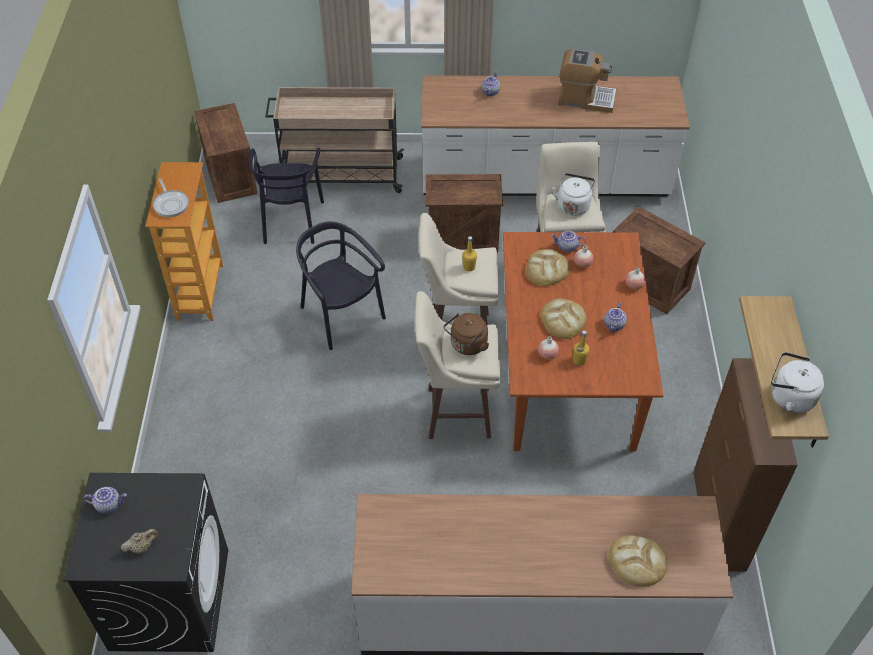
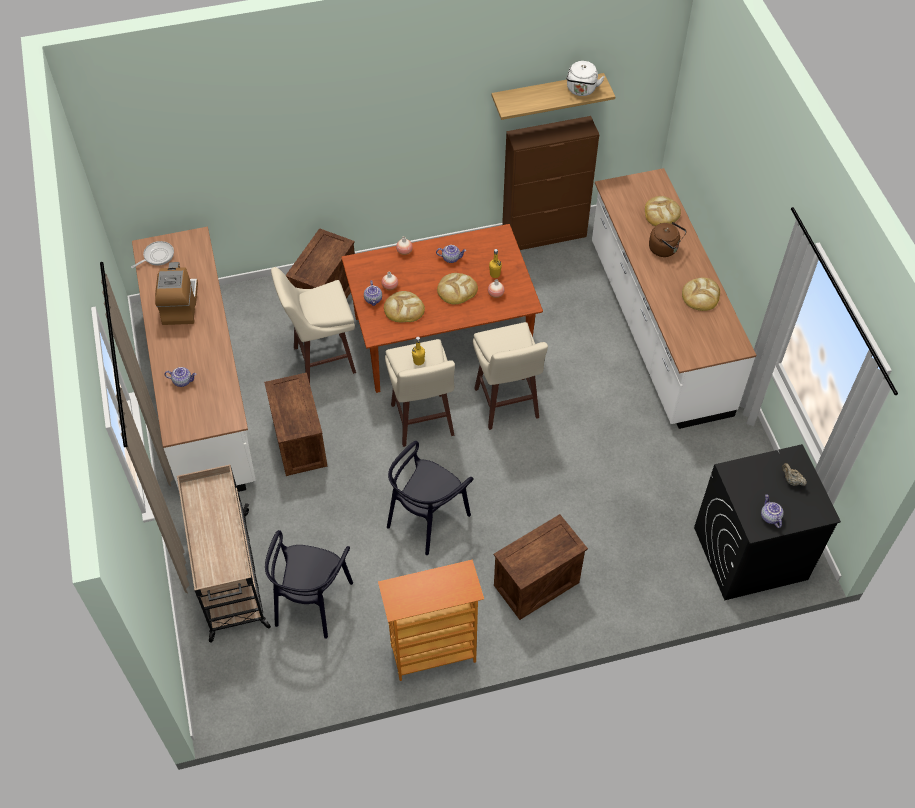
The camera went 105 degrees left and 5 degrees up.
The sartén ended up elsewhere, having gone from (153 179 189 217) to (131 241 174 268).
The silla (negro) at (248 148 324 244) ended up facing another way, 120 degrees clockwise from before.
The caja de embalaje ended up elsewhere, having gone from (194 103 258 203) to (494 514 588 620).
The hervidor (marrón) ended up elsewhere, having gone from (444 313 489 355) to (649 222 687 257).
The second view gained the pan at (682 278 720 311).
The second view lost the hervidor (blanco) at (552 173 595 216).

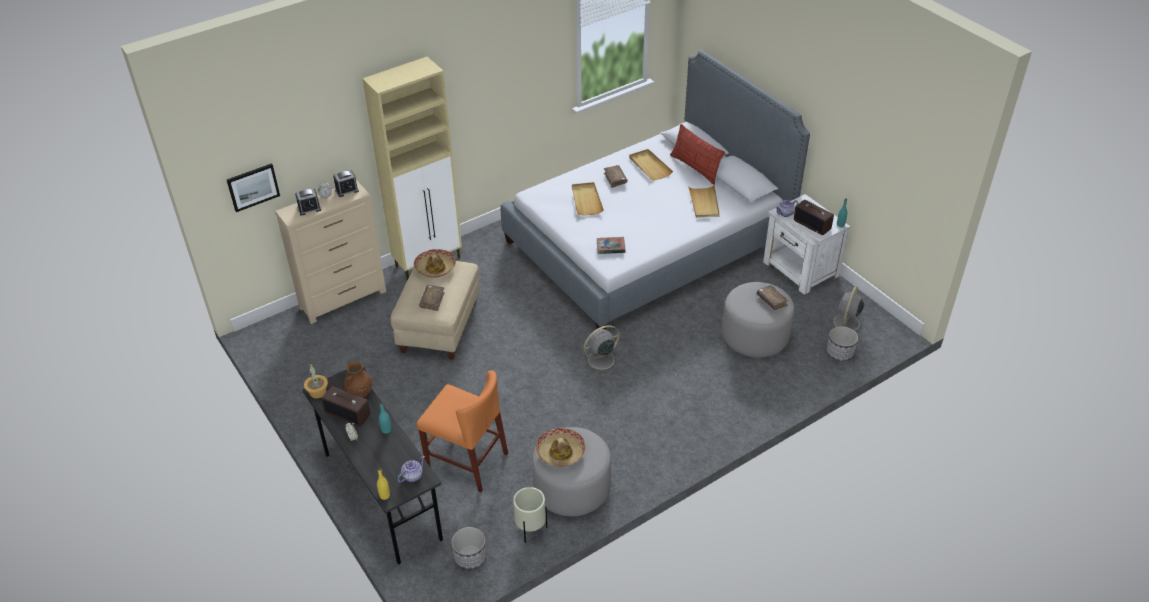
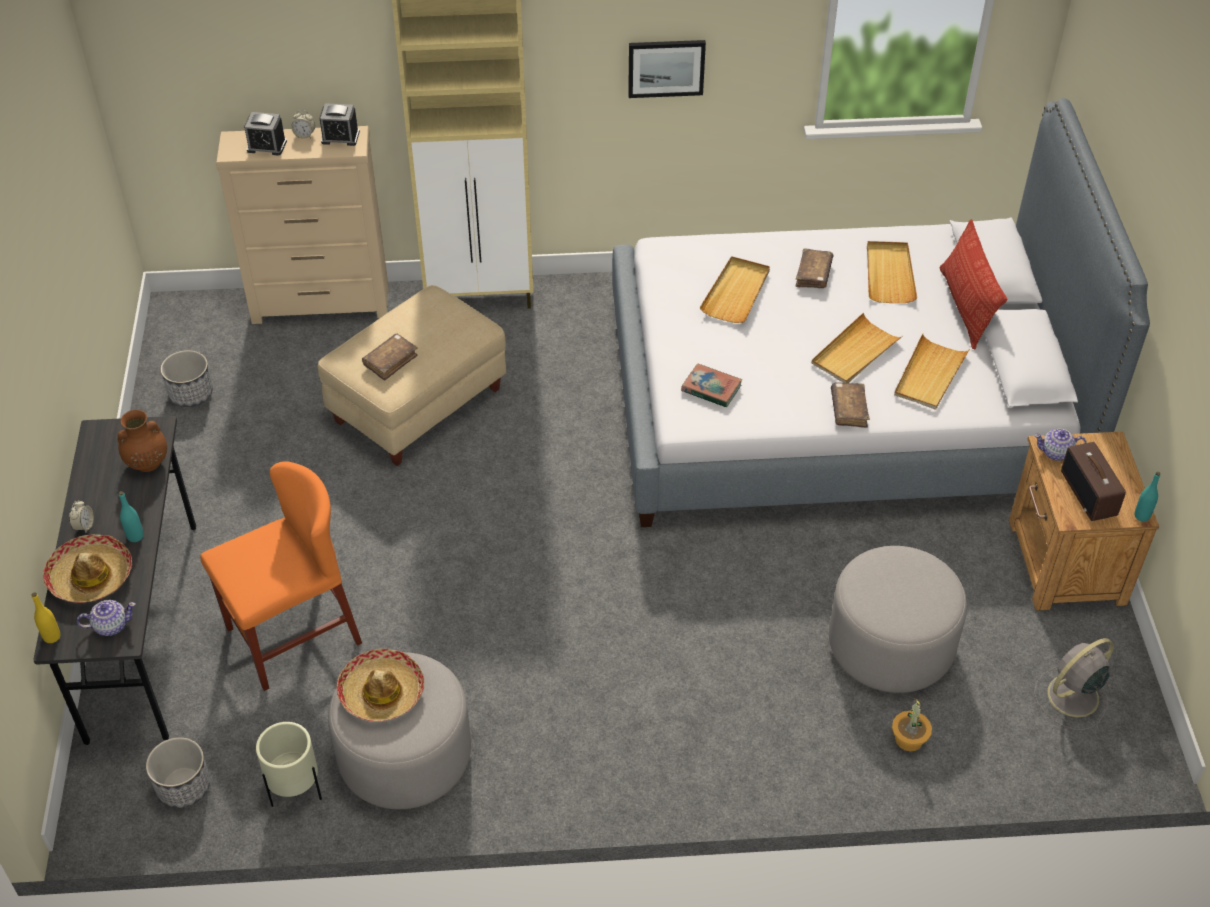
The camera went 30 degrees right and 5 degrees up.
The sombrero ended up elsewhere, having gone from (414 249 456 278) to (43 534 132 603).
The maceta ended up elsewhere, having gone from (827 326 858 361) to (160 350 213 407).
The silla (naranja) at (416 370 508 492) ended up facing another way, 90 degrees counterclockwise from before.
The cuadro ended up elsewhere, having gone from (227 163 280 212) to (628 40 706 98).
The second view gained the bandeja (beis) at (812 313 902 383).
The libro (marrón) ended up elsewhere, having gone from (757 285 789 310) to (831 383 870 428).
The planta en maceta ended up elsewhere, having gone from (304 364 328 398) to (892 699 932 751).
What was the mesita de noche (blanco) at (763 194 850 295) turned into the mesita de noche (marrón) at (1009 431 1159 611).
The second view lost the radio at (321 386 371 427).
The second view lost the ventilador (gris) at (581 325 623 376).

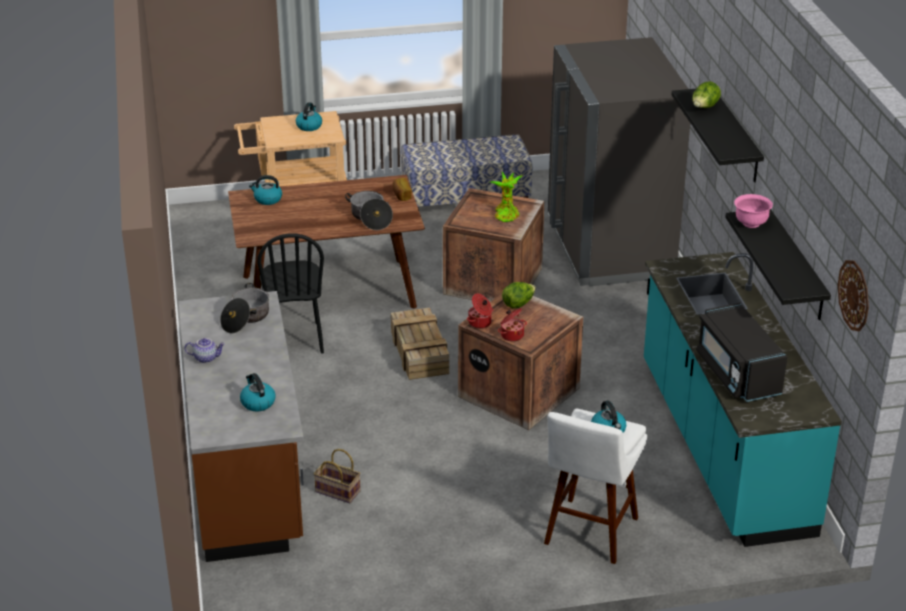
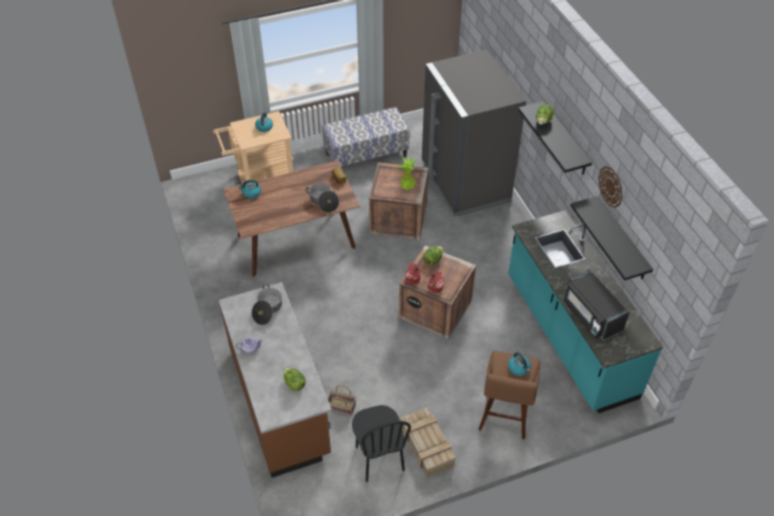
The camera went 10 degrees left and 15 degrees up.
Where the hervidor stood at (240 373 275 412), the lechuga came to stand at (284 368 306 391).
The silla (negro) ended up elsewhere, having gone from (257 233 324 354) to (352 405 411 482).
The caja de embalaje ended up elsewhere, having gone from (391 307 449 380) to (401 407 455 477).
What was the taburete (blanco) at (544 409 647 564) turned into the taburete (marrón) at (479 351 541 439).
The reloj de pared ended up elsewhere, having gone from (838 260 869 331) to (598 166 623 208).
The second view lost the cuenco (rosa) at (734 194 773 228).

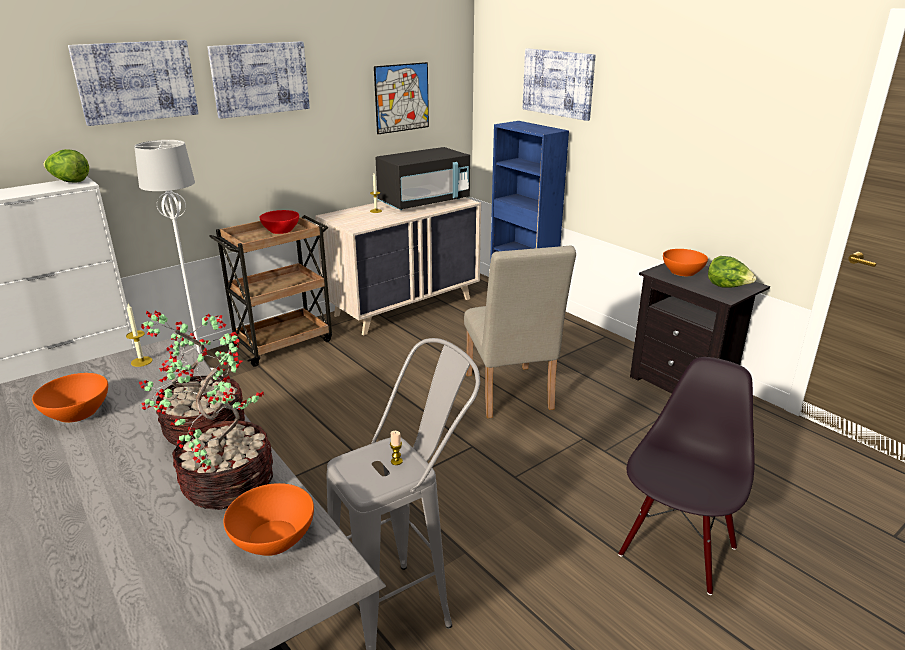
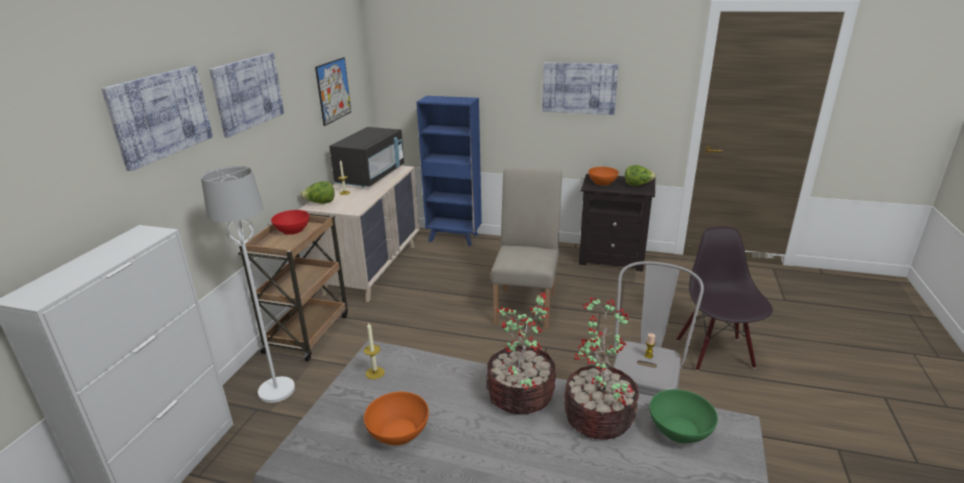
The camera went 35 degrees left and 0 degrees up.
The lechuga ended up elsewhere, having gone from (43 149 89 182) to (300 181 335 204).
The silla (beis) at (464 246 576 418) ended up facing another way, 120 degrees counterclockwise from before.
The cuadro ended up elsewhere, having gone from (523 48 596 121) to (542 62 619 115).
What was the cuenco (naranja) at (223 483 314 556) turned into the cuenco (verde) at (649 389 718 444).

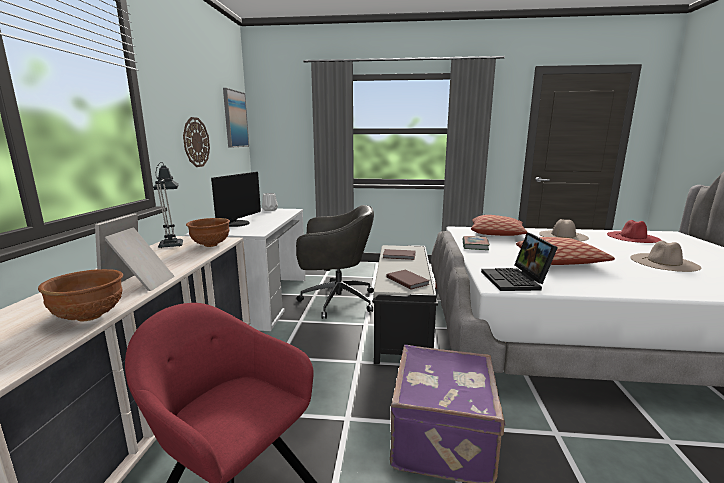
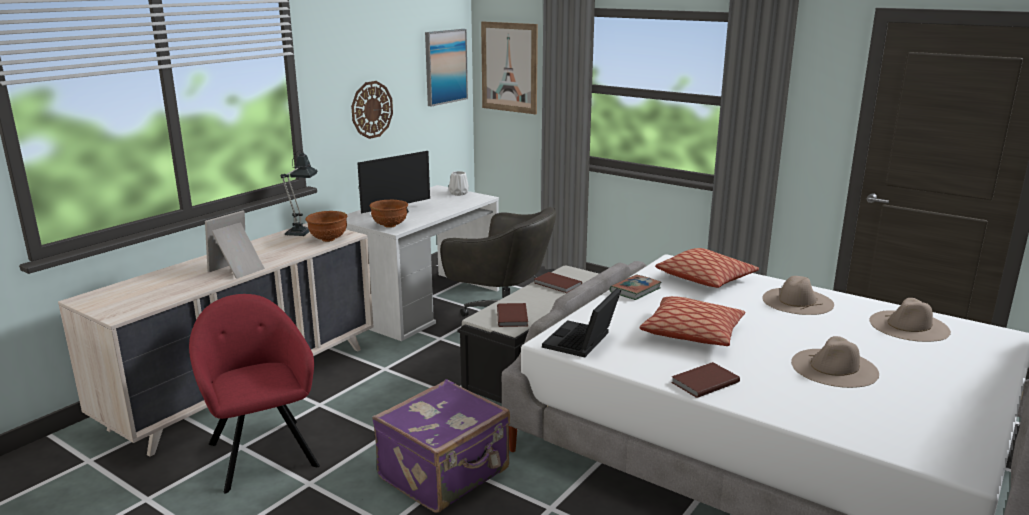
The camera went 30 degrees right and 5 degrees up.
The cuenco (marrón) ended up elsewhere, having gone from (38 269 123 322) to (370 200 408 228).
The second view gained the cuadro at (481 21 538 114).
The second view gained the libro (marrón) at (671 362 740 398).
What was the sombrero (rojo) at (607 220 661 243) turned into the sombrero (beis) at (870 298 951 342).

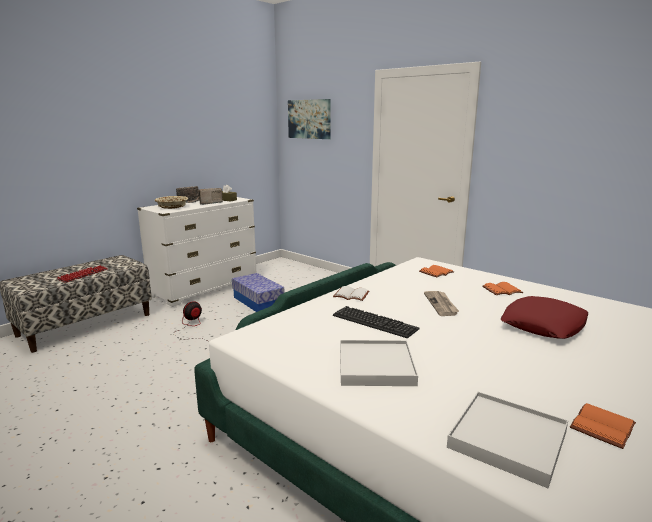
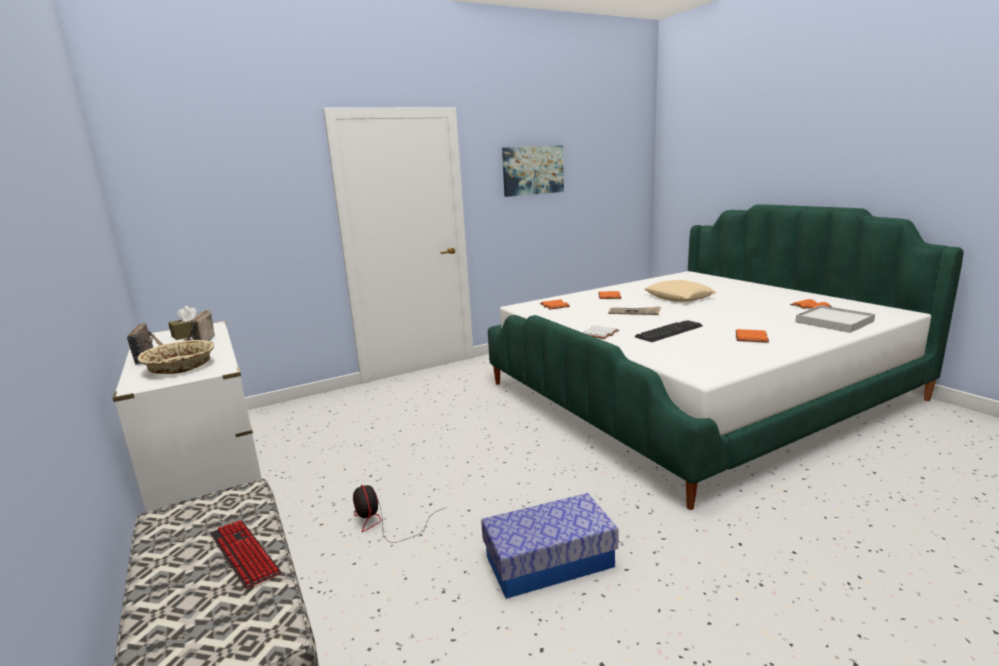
The camera went 70 degrees left and 0 degrees up.
The caja de almacenaje ended up elsewhere, having gone from (232 273 284 312) to (481 493 619 599).
The cuadro ended up elsewhere, having gone from (288 99 331 139) to (502 145 564 197).
What was the cojín (rojo) at (501 296 588 339) turned into the cojín (beis) at (645 280 716 302).
Where the bandeja (blanco) stood at (340 340 418 386), the libro (naranja) came to stand at (735 329 769 343).

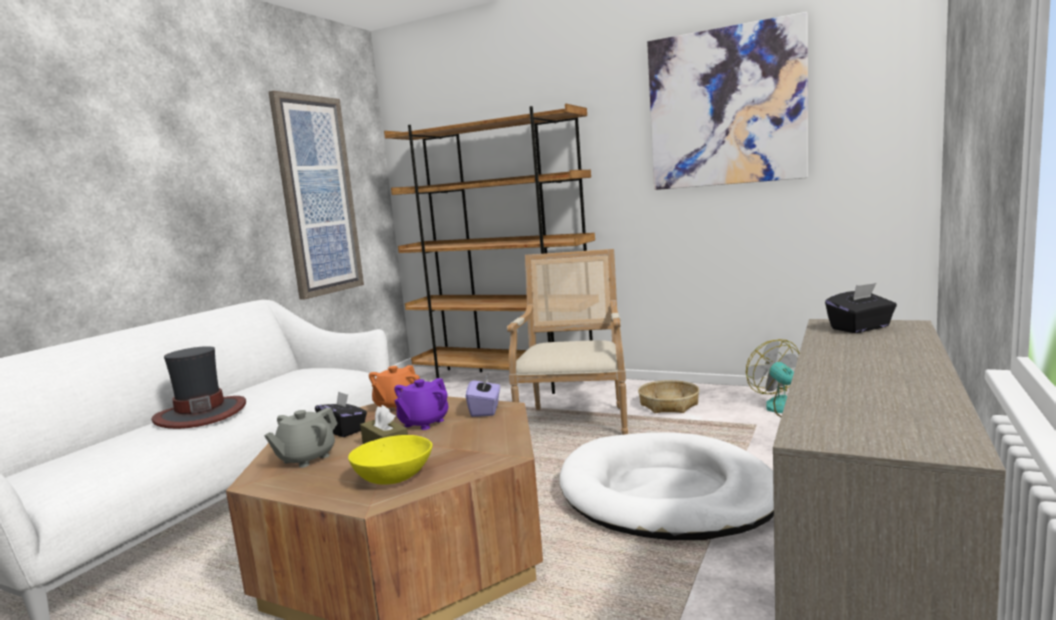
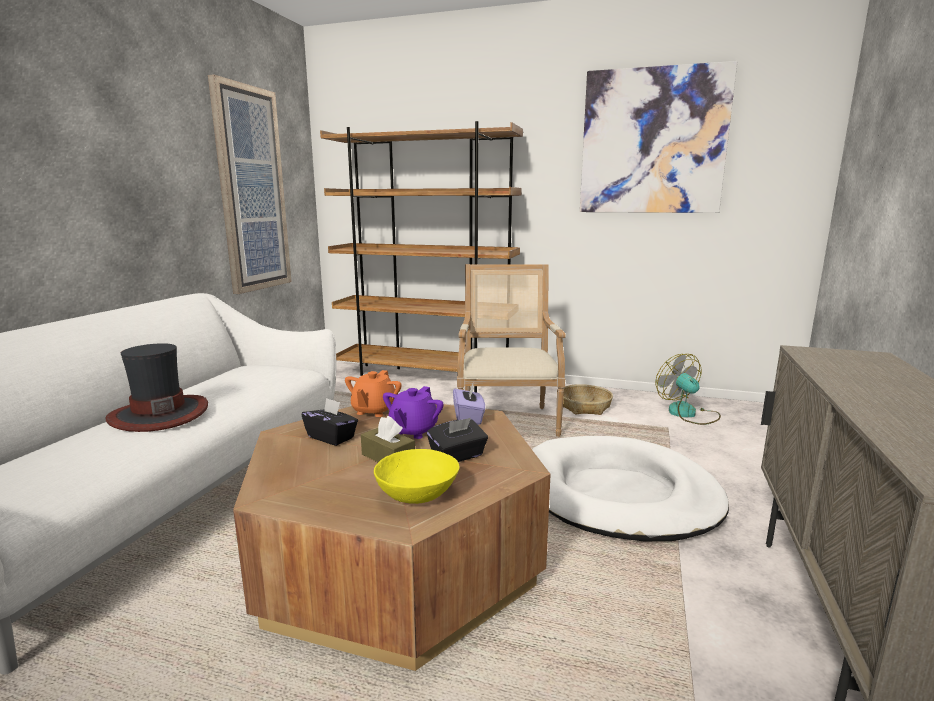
The camera went 10 degrees left and 5 degrees up.
The caja de pañuelos (negro) ended up elsewhere, having gone from (825 283 897 333) to (427 418 488 462).
The second view lost the tetera (gris) at (264 408 338 468).

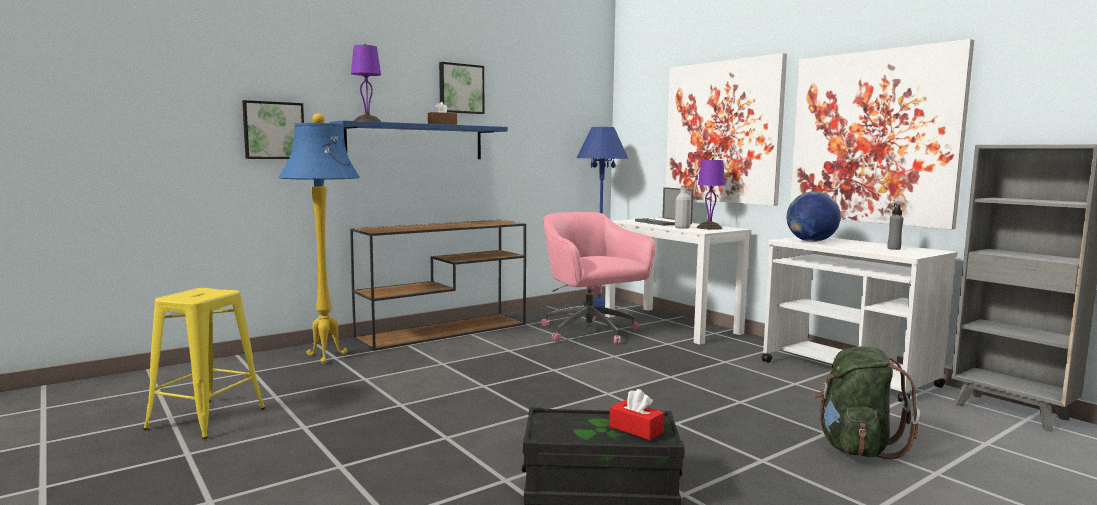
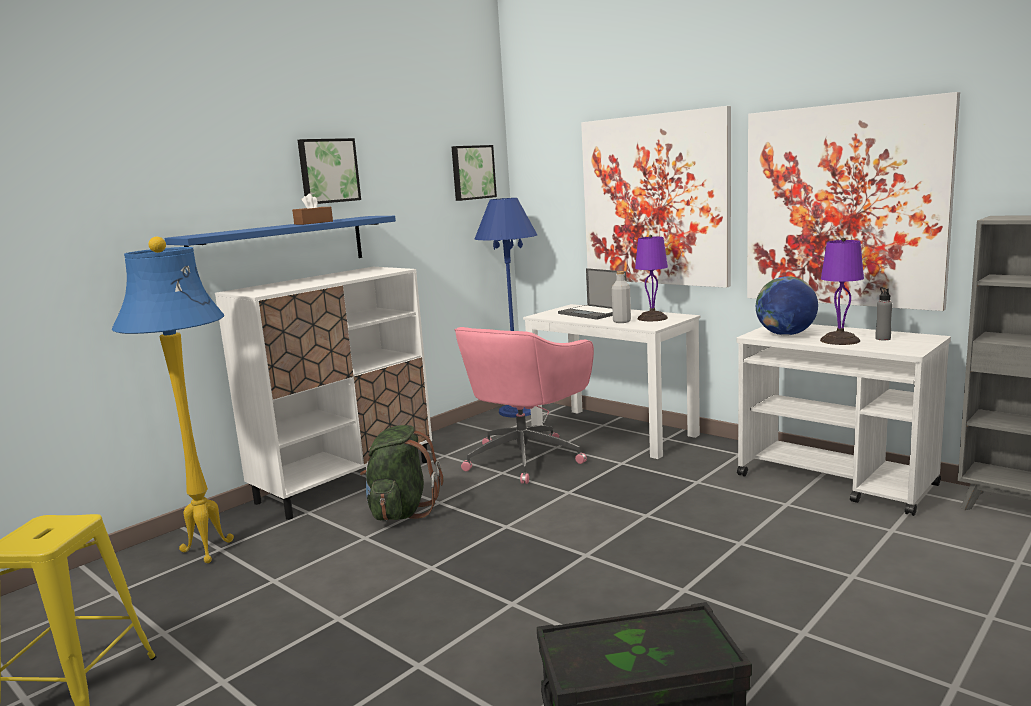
The camera went 10 degrees left and 5 degrees up.
Where the mesa consola (marrón) stood at (350 220 526 351), the armario (blanco) came to stand at (215 267 432 520).
The mochila (verde) ended up elsewhere, having gone from (812 346 920 459) to (360 425 443 521).
The cuadro ended up elsewhere, having gone from (242 100 304 159) to (452 145 497 201).
The silla de oficina (rosa) at (541 212 655 344) ended up facing another way, 105 degrees counterclockwise from before.
The lámpara de mesa (morado) ended up elsewhere, having gone from (351 44 381 122) to (820 238 864 345).
The second view lost the caja de pañuelos (rojo) at (609 389 665 440).

